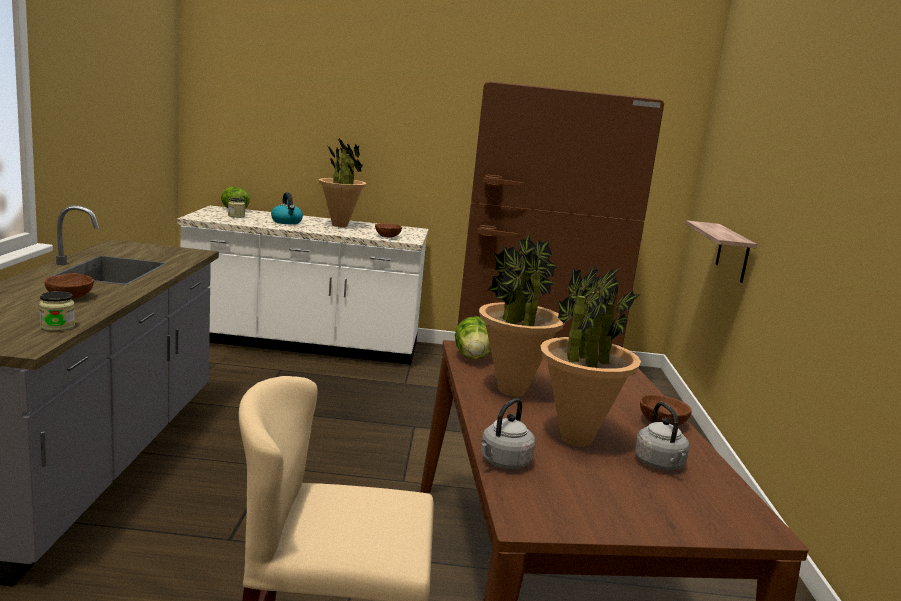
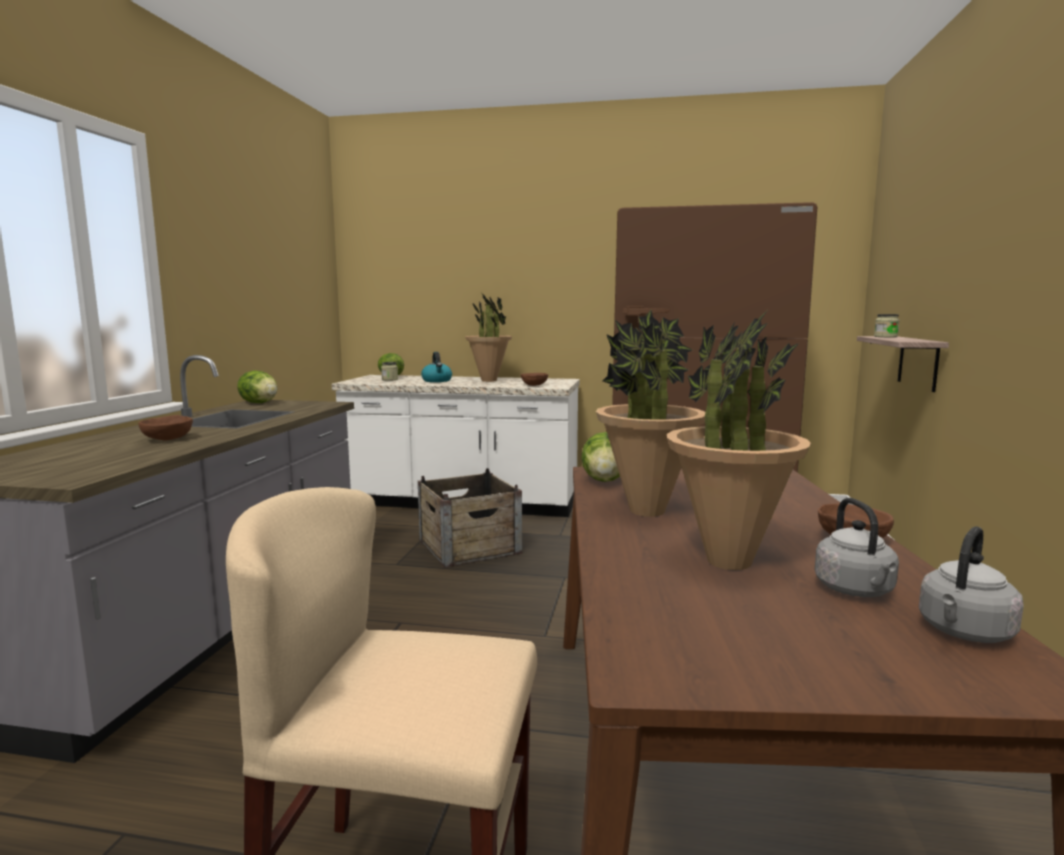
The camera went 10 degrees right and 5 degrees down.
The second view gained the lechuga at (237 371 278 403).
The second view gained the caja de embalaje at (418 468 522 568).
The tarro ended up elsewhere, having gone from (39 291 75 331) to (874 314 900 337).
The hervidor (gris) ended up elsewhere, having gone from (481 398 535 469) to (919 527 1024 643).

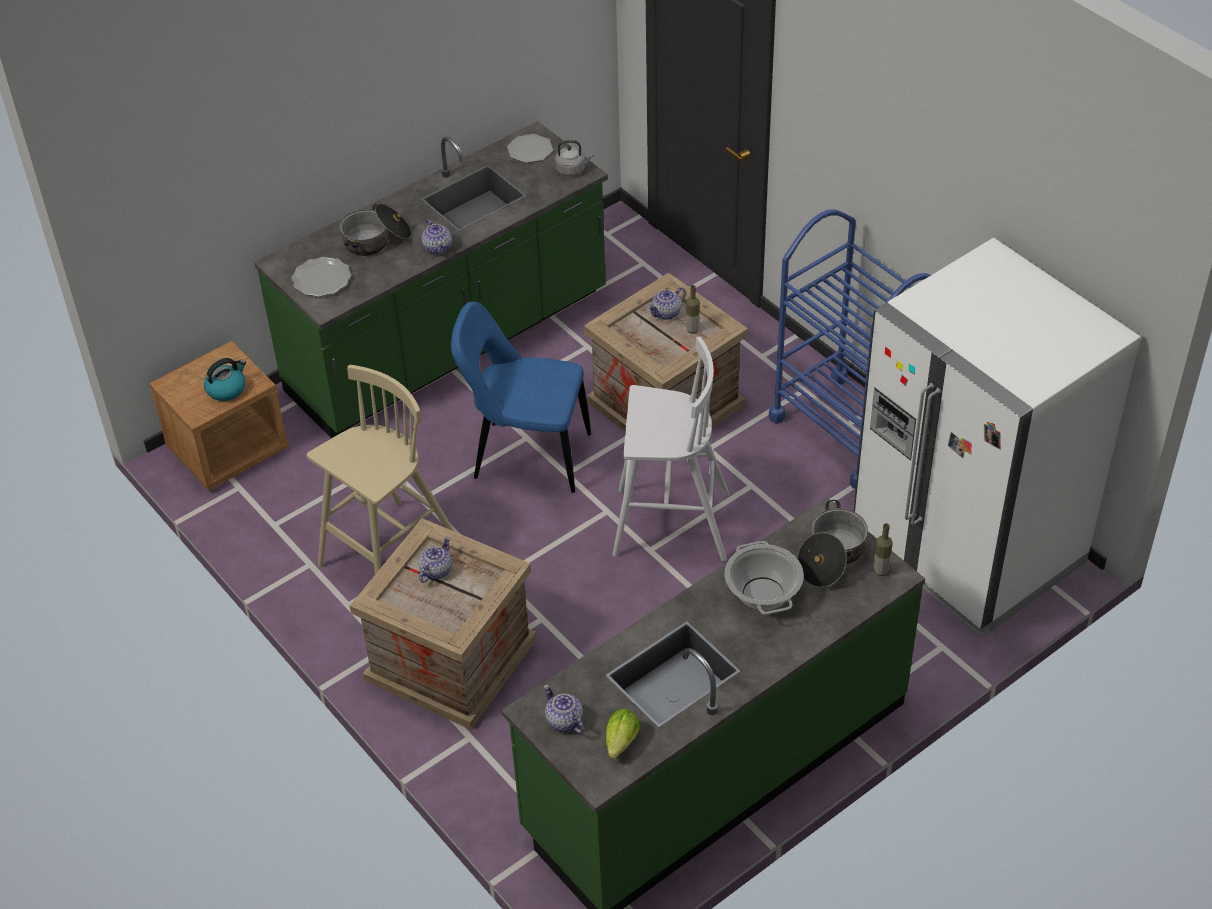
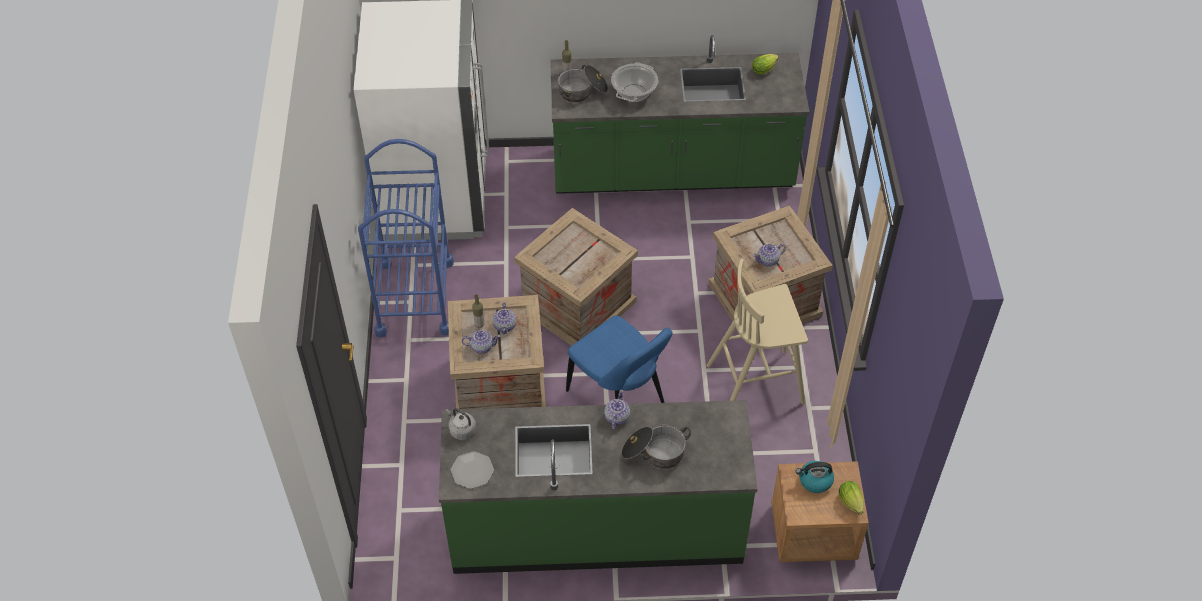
The camera went 145 degrees left and 5 degrees up.
The tetera ended up elsewhere, having gone from (544 685 585 734) to (493 302 516 334).
Where the taburete (blanco) stood at (612 337 730 561), the caja de embalaje came to stand at (514 208 638 346).
The second view gained the lechuga at (839 481 864 515).
The second view lost the plato at (292 257 351 297).

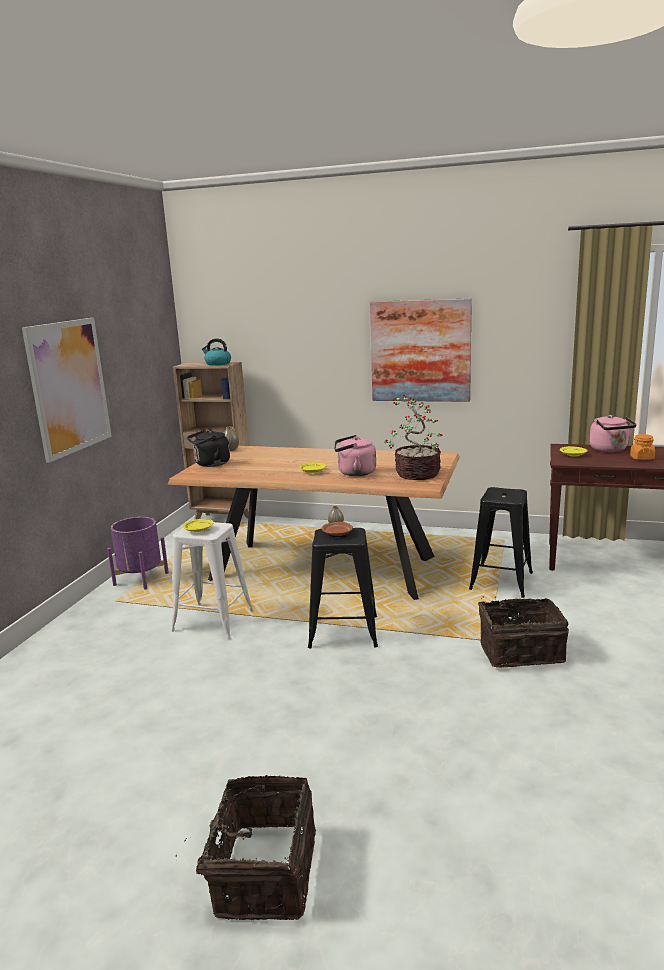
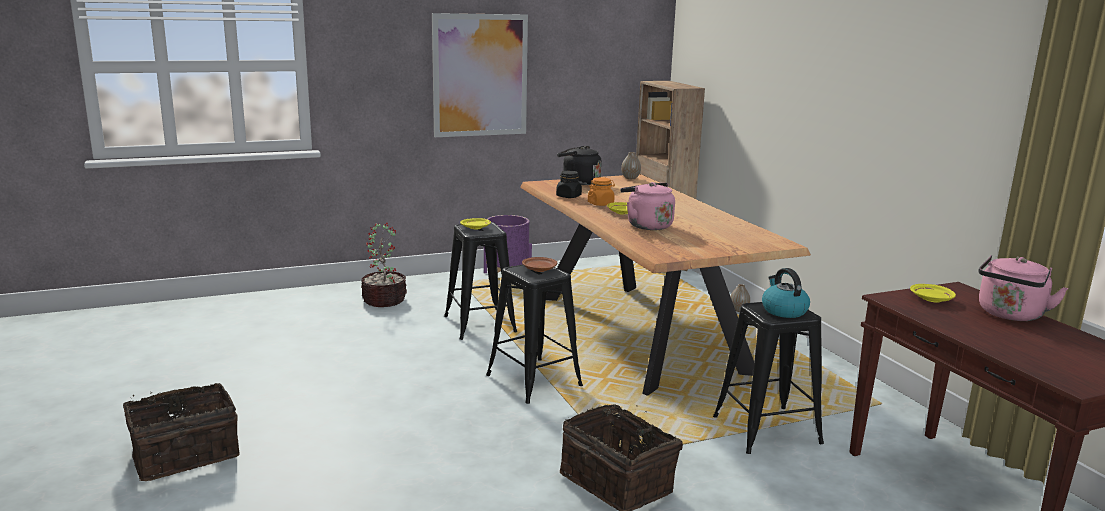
The camera went 50 degrees right and 0 degrees up.
The planta en maceta ended up elsewhere, having gone from (385 395 443 480) to (361 223 407 307).
What was the taburete (blanco) at (171 522 254 639) turned into the taburete (negro) at (444 222 517 340).
The second view gained the tarro (negro) at (556 171 582 198).
The tarro (naranja) ended up elsewhere, having gone from (630 434 655 460) to (588 177 615 206).
The hervidor ended up elsewhere, having gone from (202 338 231 366) to (762 268 810 318).
The second view lost the cuadro at (370 298 472 402).

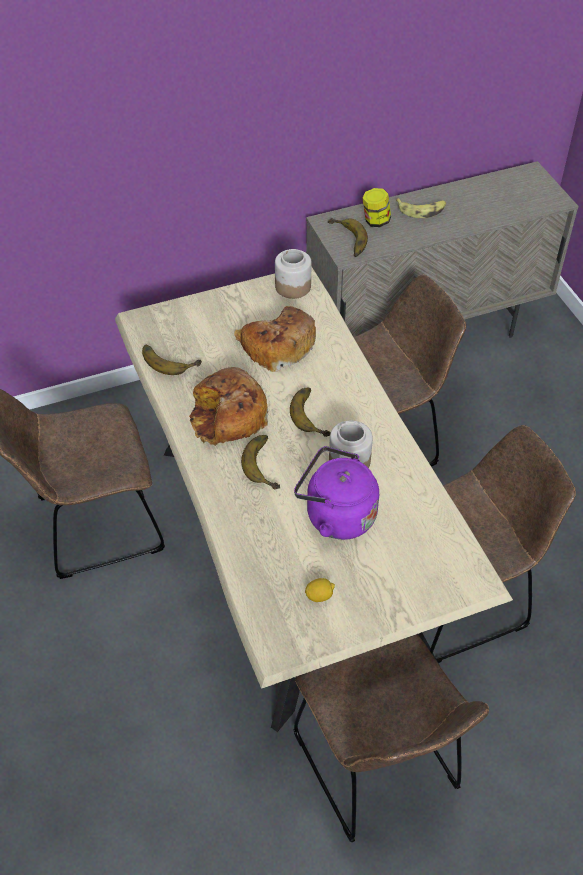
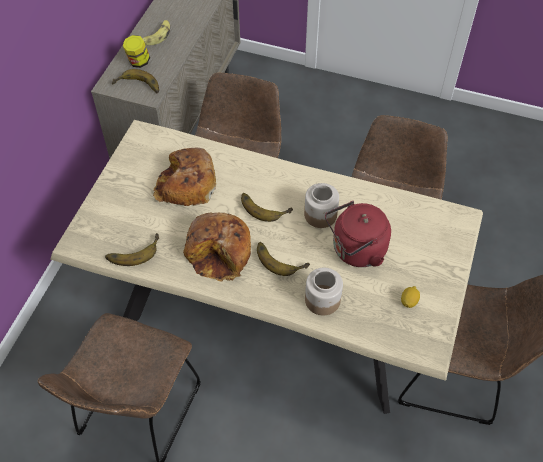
The camera went 50 degrees left and 5 degrees up.
The tarro ended up elsewhere, having gone from (275 249 312 299) to (305 268 343 316).
What was the hervidor (morado) at (294 446 379 540) turned into the hervidor (rojo) at (325 201 391 267).

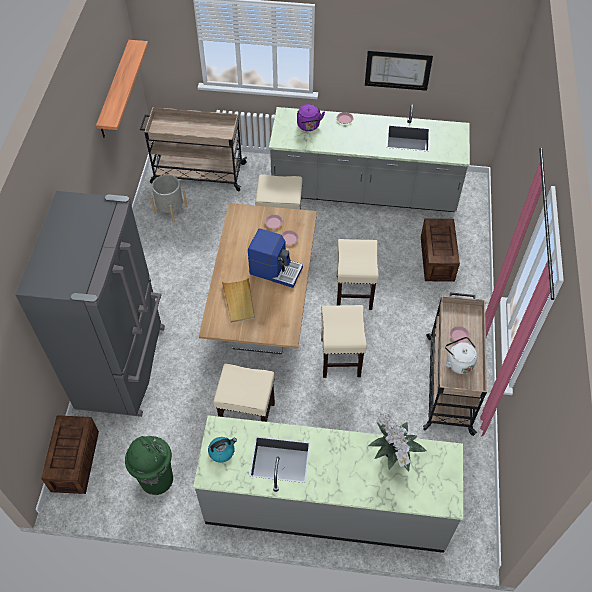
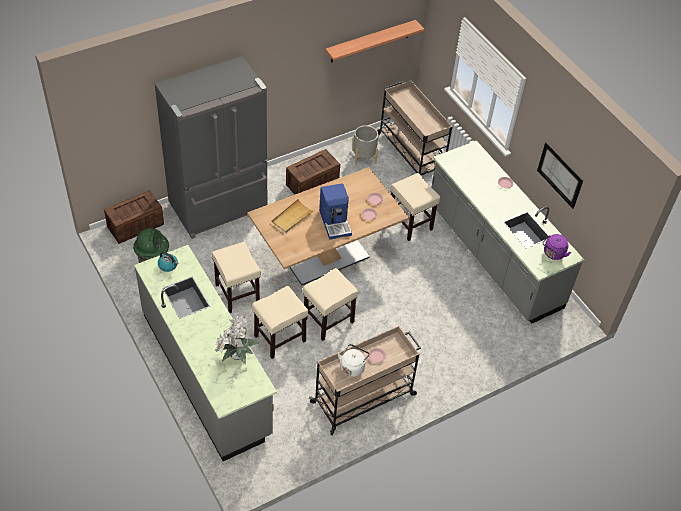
The camera went 50 degrees right and 5 degrees down.
The taburete (beis) ended up elsewhere, having gone from (337 239 379 310) to (252 286 308 359).
The caja de embalaje ended up elsewhere, having gone from (421 218 460 282) to (286 149 340 194).
The hervidor (morado) ended up elsewhere, having gone from (297 104 325 131) to (543 234 571 260).

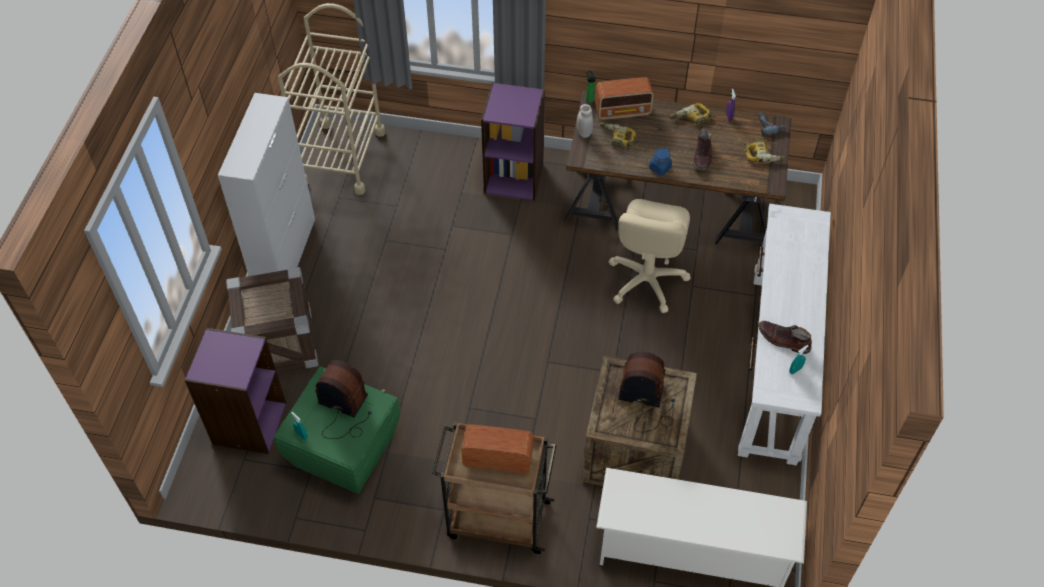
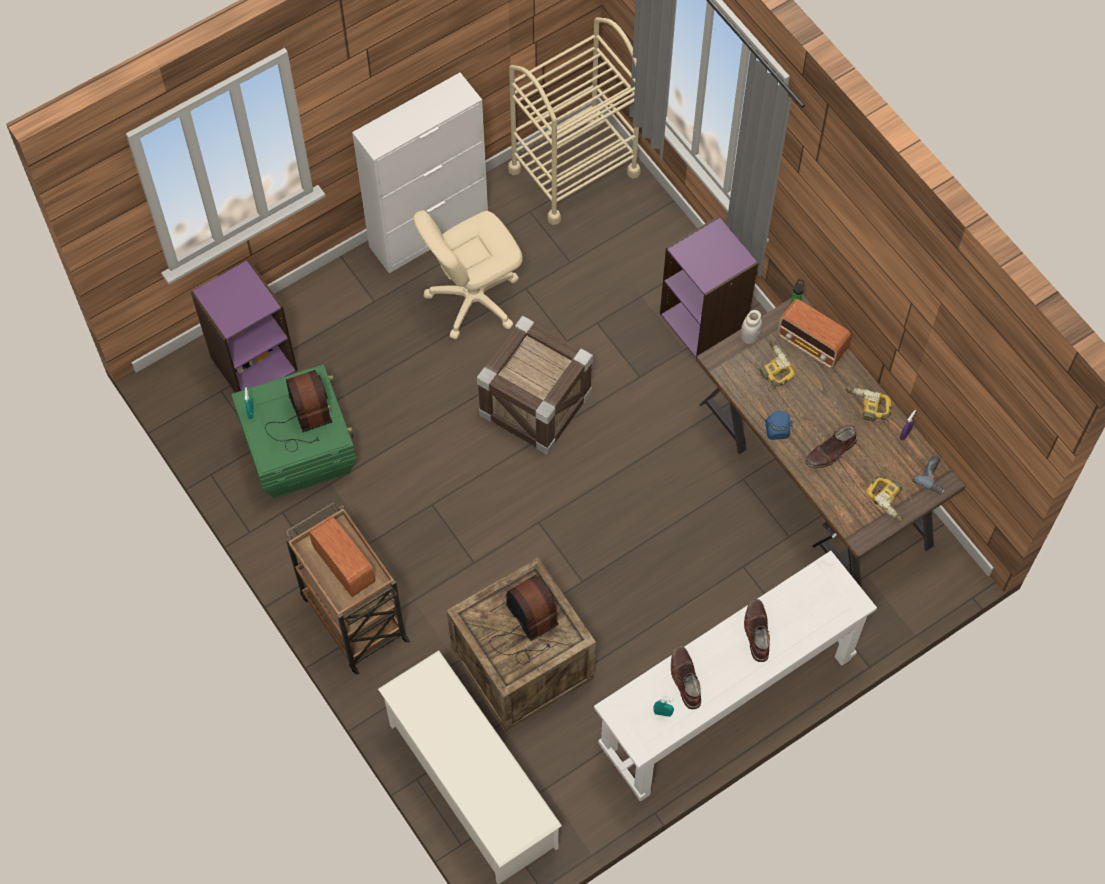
The camera went 45 degrees right and 10 degrees up.
The silla de oficina (beis) ended up elsewhere, having gone from (609 199 691 313) to (413 210 523 340).
The caja de embalaje ended up elsewhere, having gone from (226 267 319 373) to (477 316 593 455).
The second view gained the bota (marrón) at (744 599 770 662).

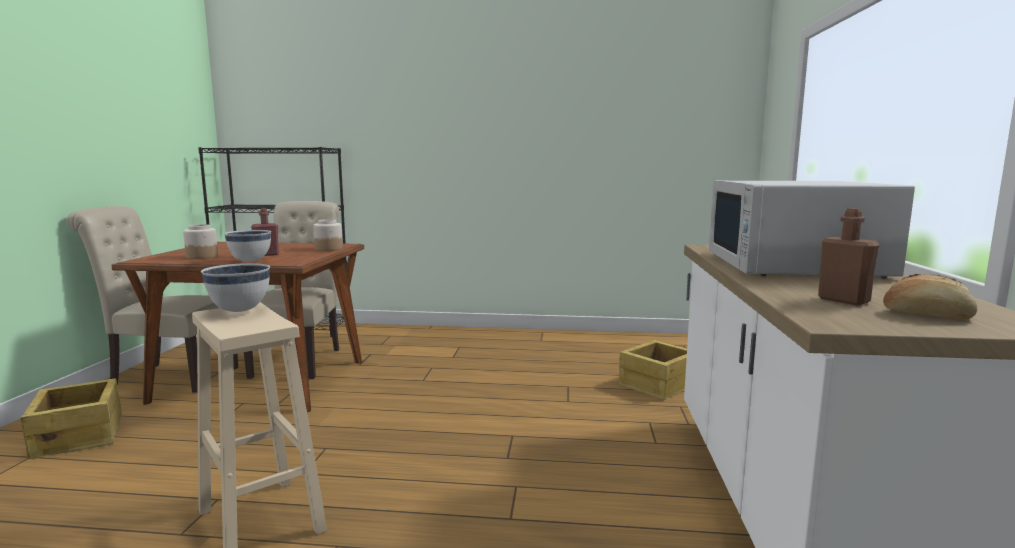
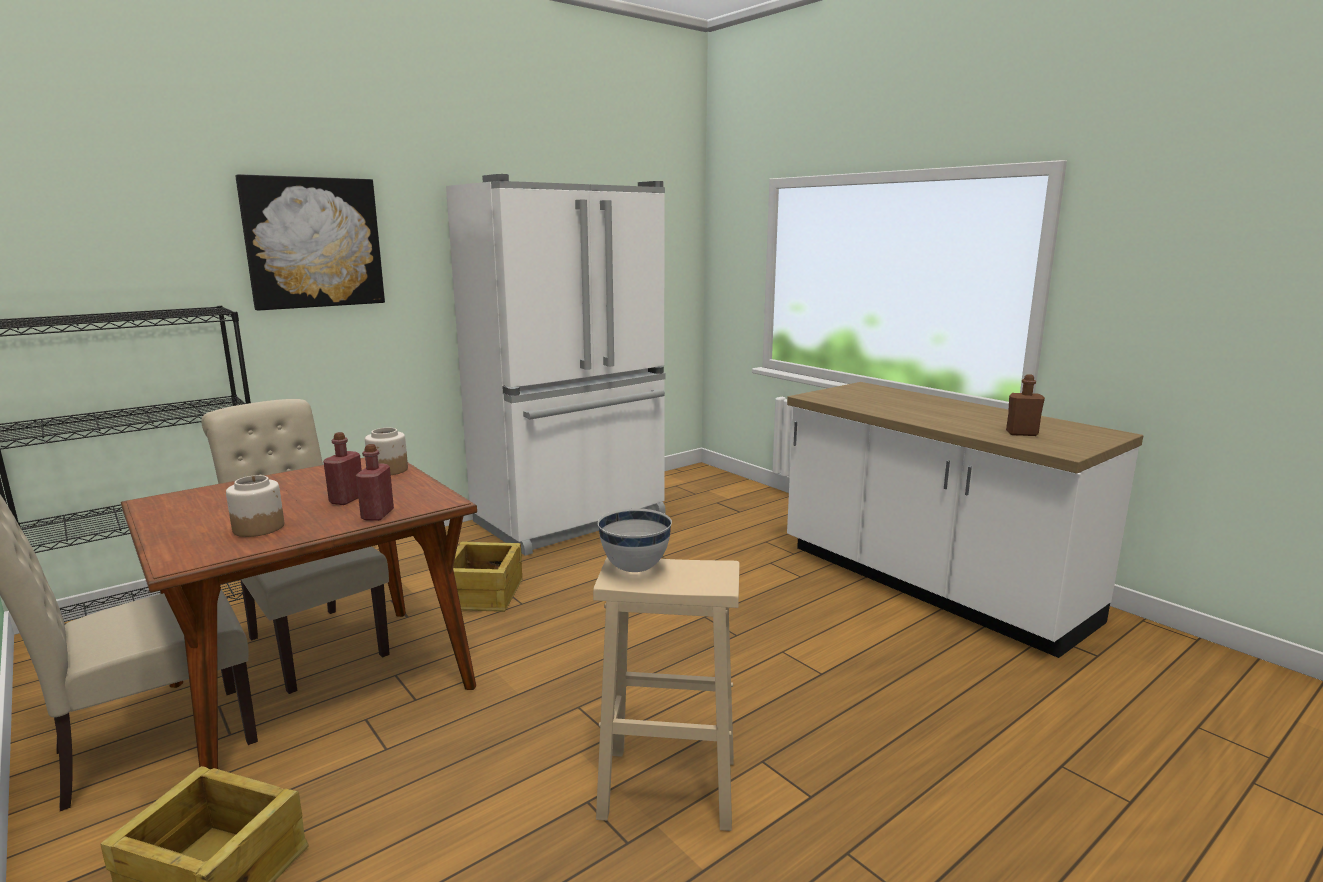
The camera went 45 degrees left and 5 degrees up.
The second view gained the cuadro at (235 174 385 311).
Where the cuenco (blanco) stood at (224 230 271 262), the botella (rojo) came to stand at (356 444 394 521).
The second view gained the nevera (blanco) at (446 174 666 556).
The caja de embalaje ended up elsewhere, having gone from (618 340 687 400) to (453 541 522 612).
The second view lost the microondas (blanco) at (709 181 915 279).
The second view lost the pan at (883 274 977 320).

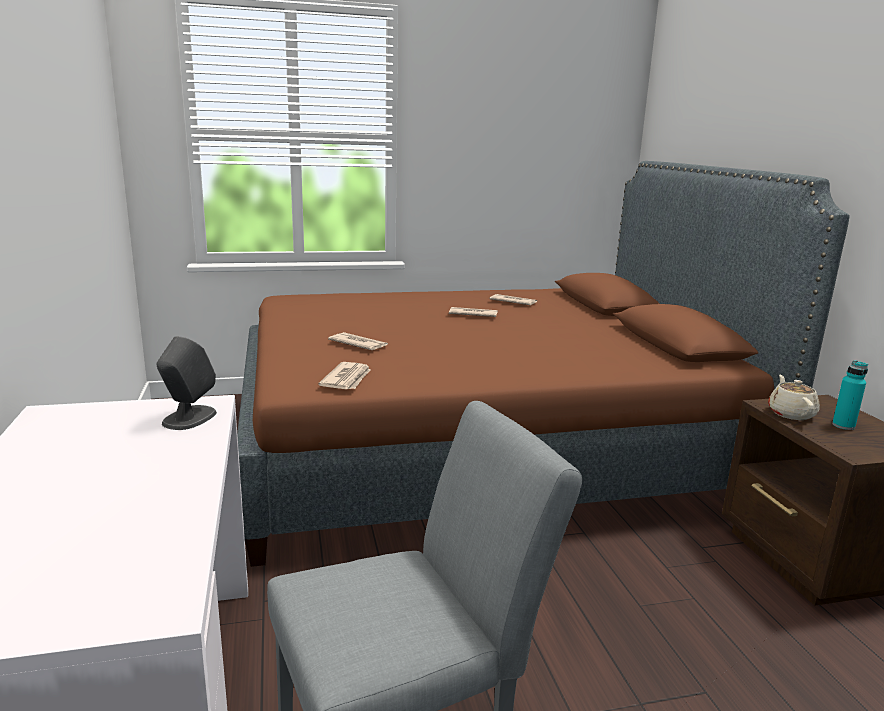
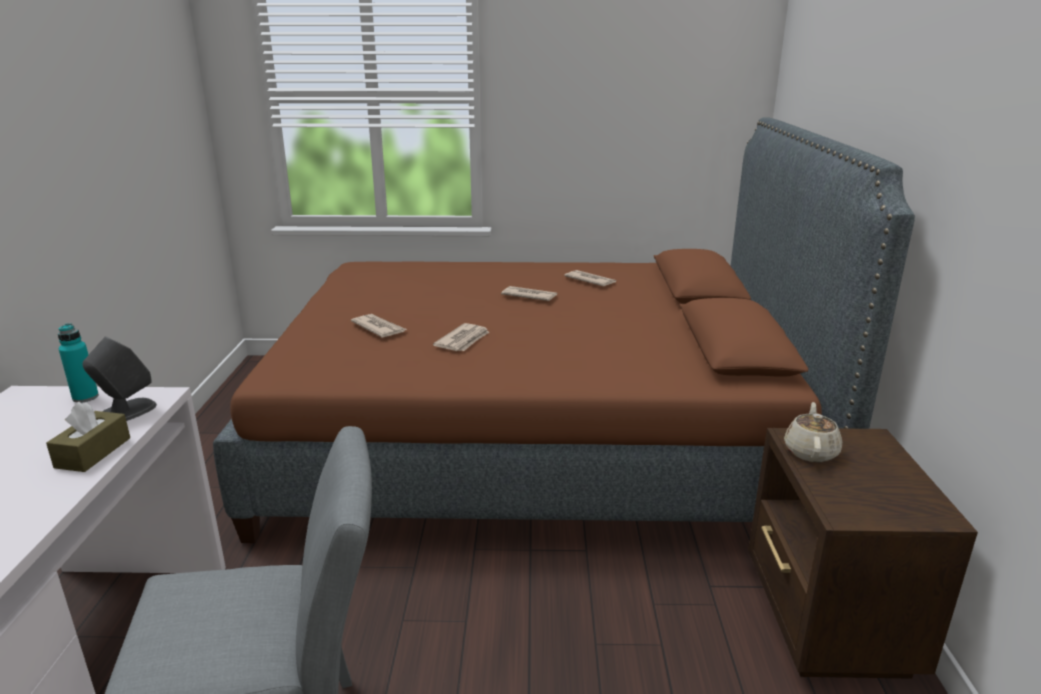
The camera went 15 degrees right and 5 degrees up.
The second view gained the caja de pañuelos (marrón) at (46 402 130 472).
The botella (turquesa) ended up elsewhere, having gone from (832 360 868 430) to (58 323 99 403).
The periódico ended up elsewhere, having gone from (318 362 370 389) to (433 323 489 351).

